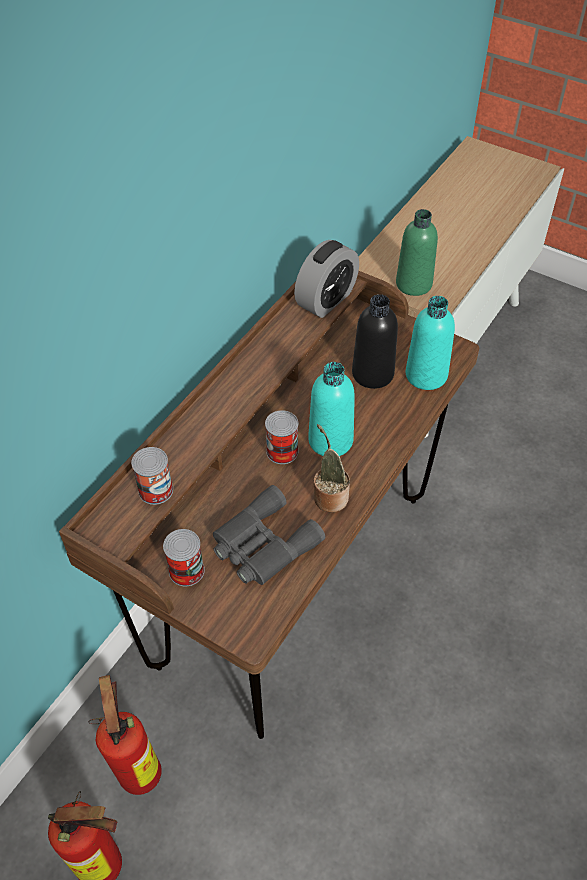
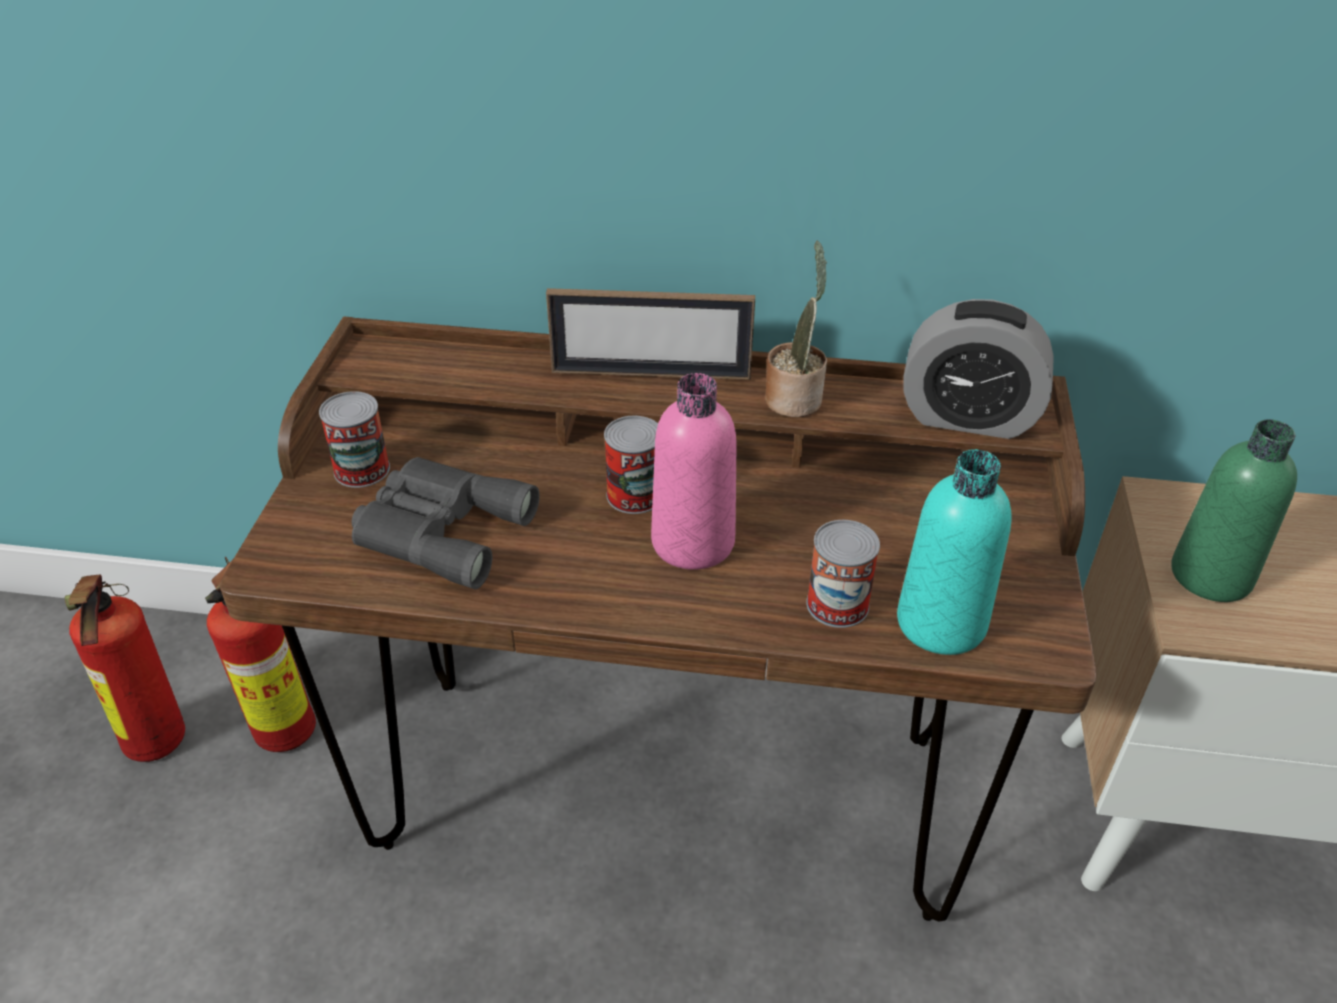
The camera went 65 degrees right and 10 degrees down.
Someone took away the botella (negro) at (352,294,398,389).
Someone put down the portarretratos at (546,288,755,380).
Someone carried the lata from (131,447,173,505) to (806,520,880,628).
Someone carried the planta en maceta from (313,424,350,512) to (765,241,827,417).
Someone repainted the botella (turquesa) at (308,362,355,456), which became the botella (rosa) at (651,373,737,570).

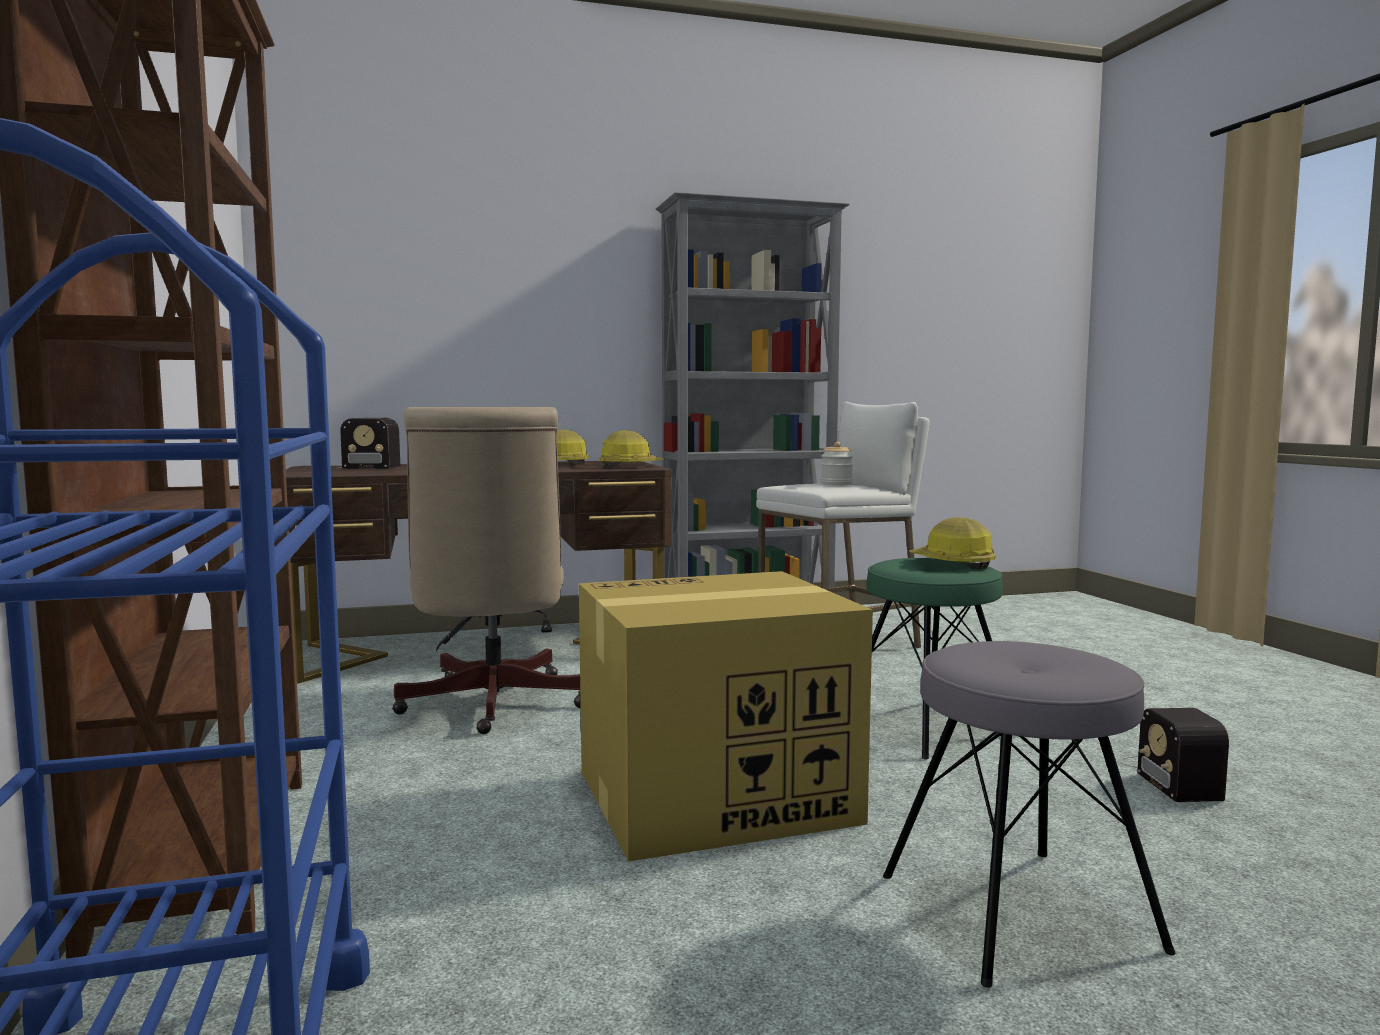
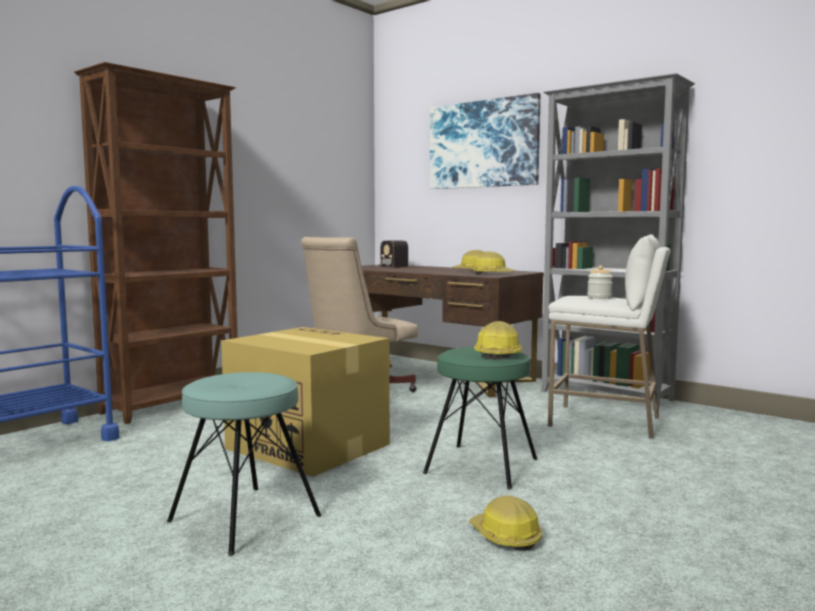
The camera went 55 degrees right and 0 degrees up.
Someone put up the cuadro at (430,93,541,189).
Someone swapped the radio at (1119,708,1229,802) for the casco at (469,495,542,551).
Someone repainted the taburete (gris) at (883,641,1176,988), which became the taburete (turquesa) at (167,372,321,556).

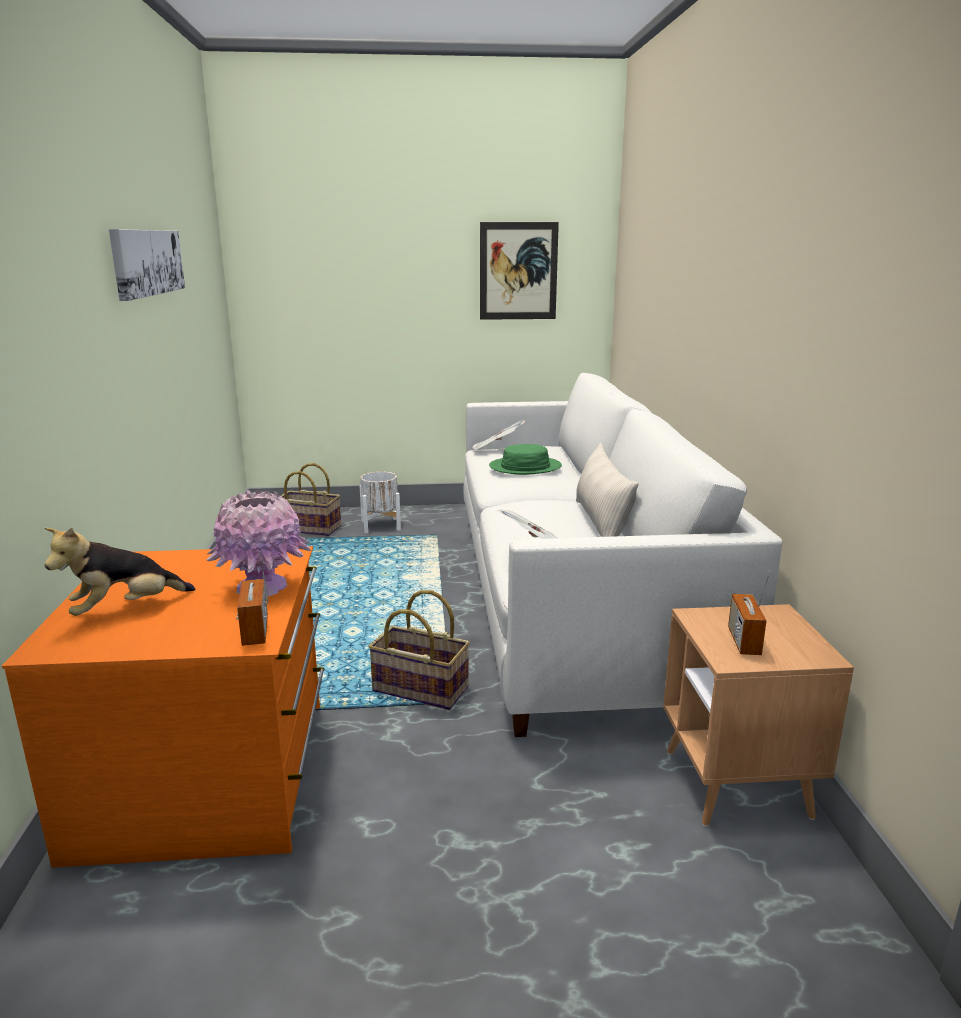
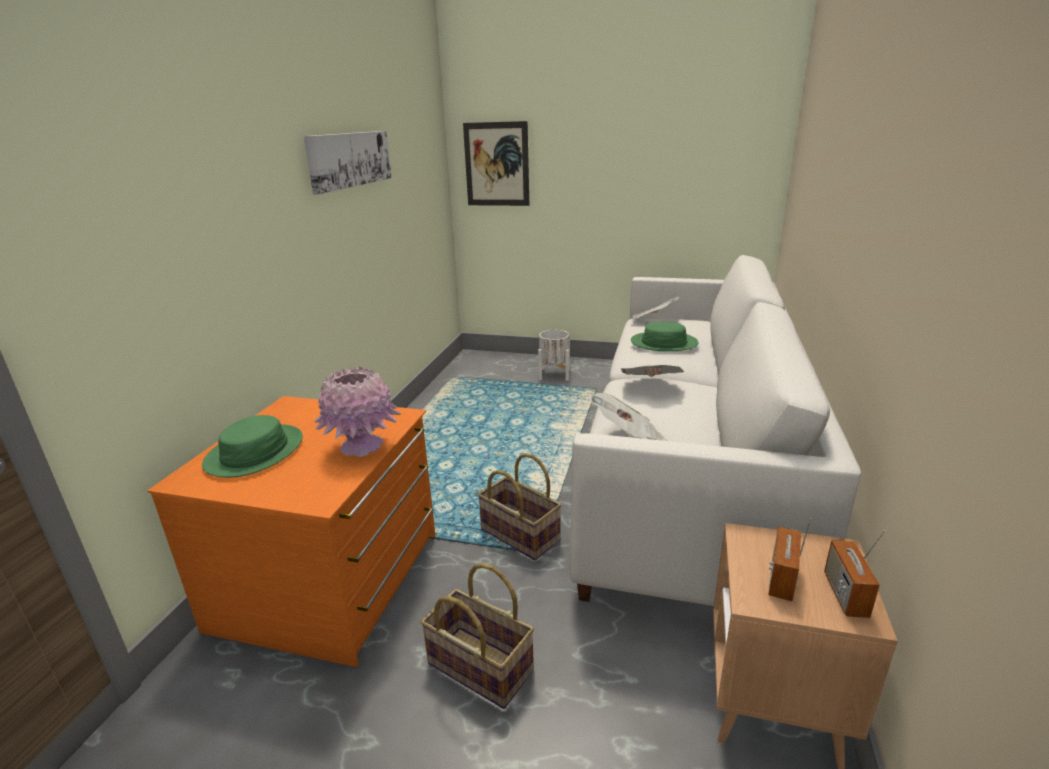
The camera went 20 degrees right and 5 degrees up.
Someone took away the cojín (beis) at (576,443,638,537).
Someone put down the periódico at (620,365,684,377).
Someone carried the radio from (236,551,268,646) to (824,530,886,618).
Someone carried the cesta from (281,463,341,536) to (421,563,534,709).
Someone carried the cuadro from (480,222,559,320) to (463,121,529,206).
Someone swapped the peluche at (44,528,195,616) for the sombrero (verde) at (202,415,303,477).

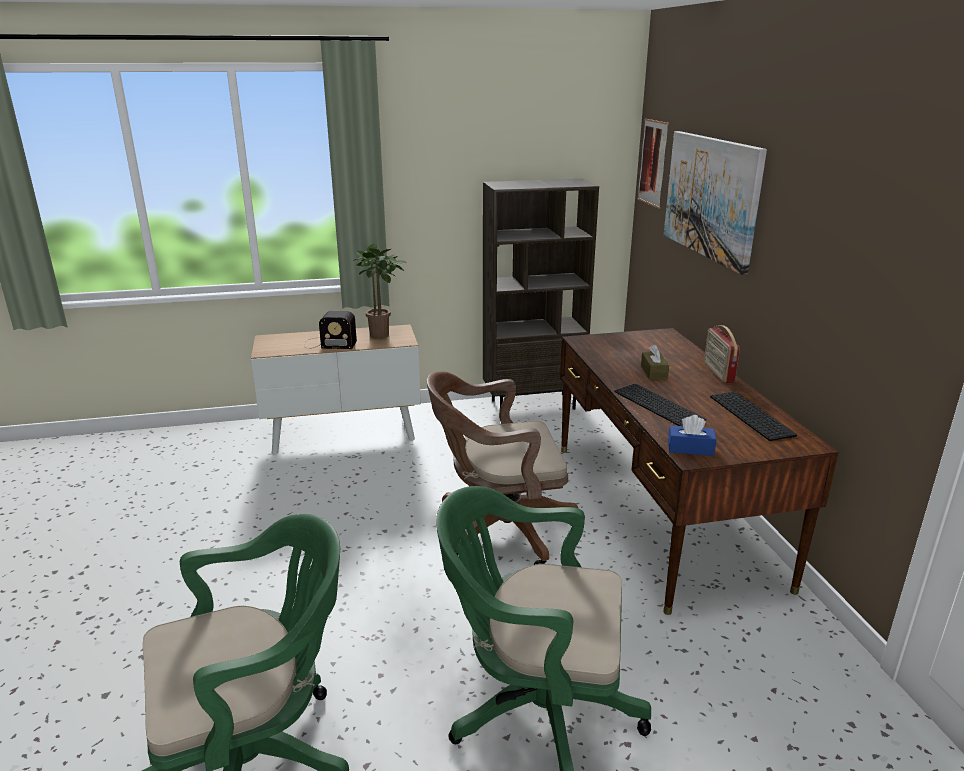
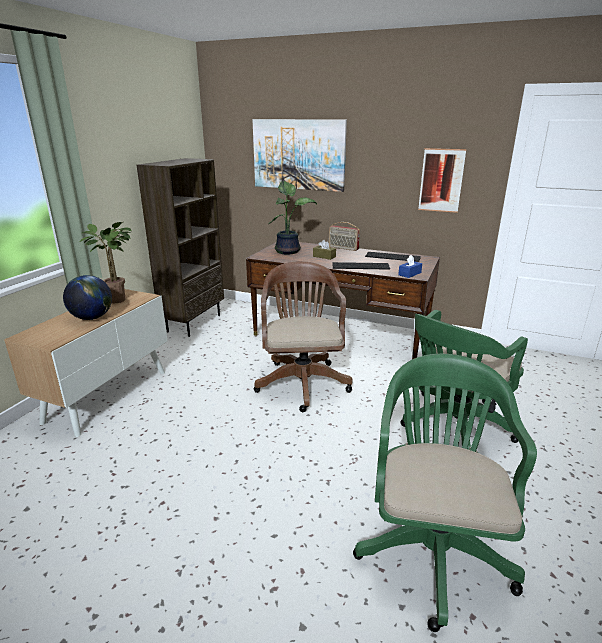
The camera went 55 degrees left and 0 degrees up.
Someone put down the planta en maceta at (268,181,317,255).
Someone carried the cuadro from (638,119,669,209) to (418,148,466,213).
Someone swapped the radio at (304,311,357,349) for the globo terráqueo at (63,275,112,320).
Someone rotated the silla de oficina (marrón) at (426,371,578,565) by 150 degrees clockwise.

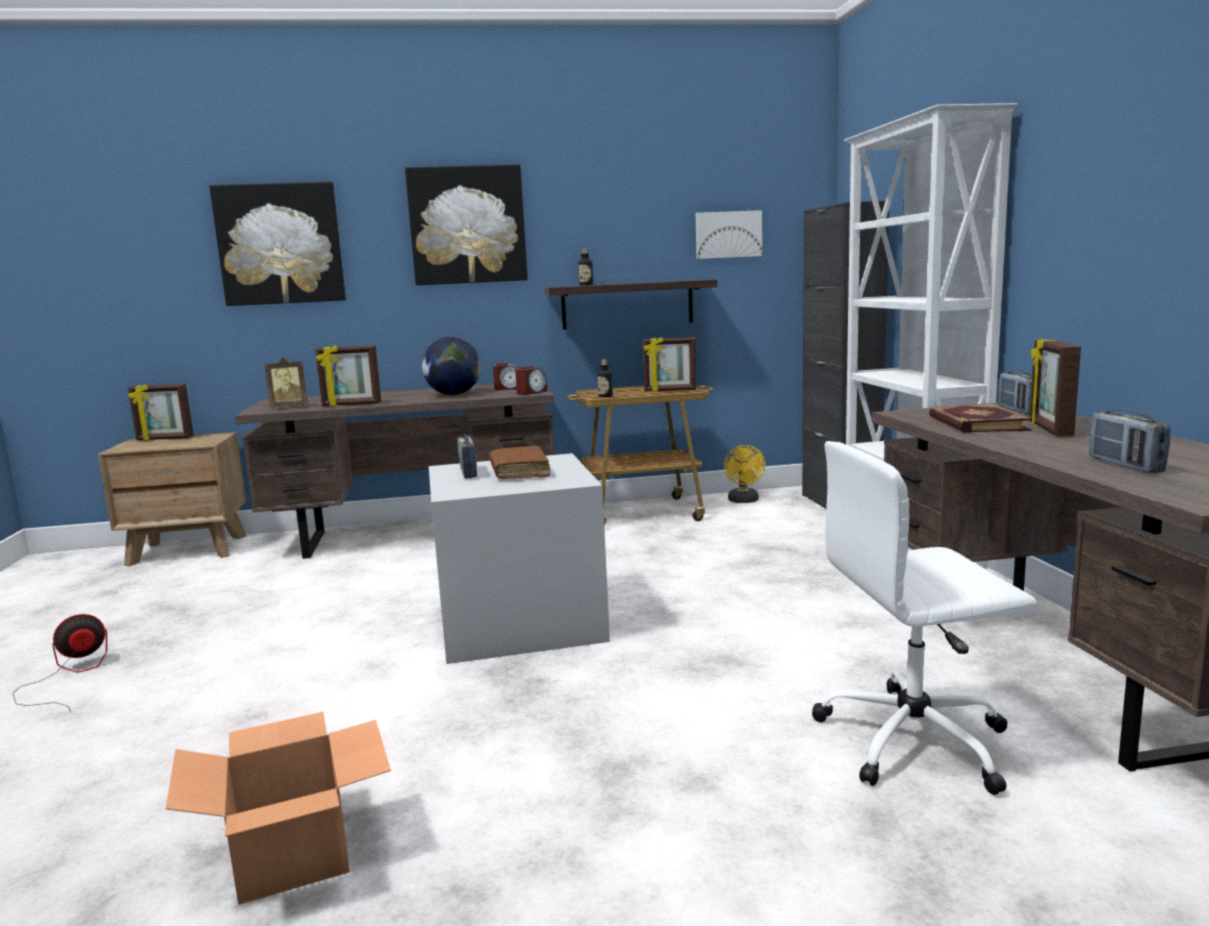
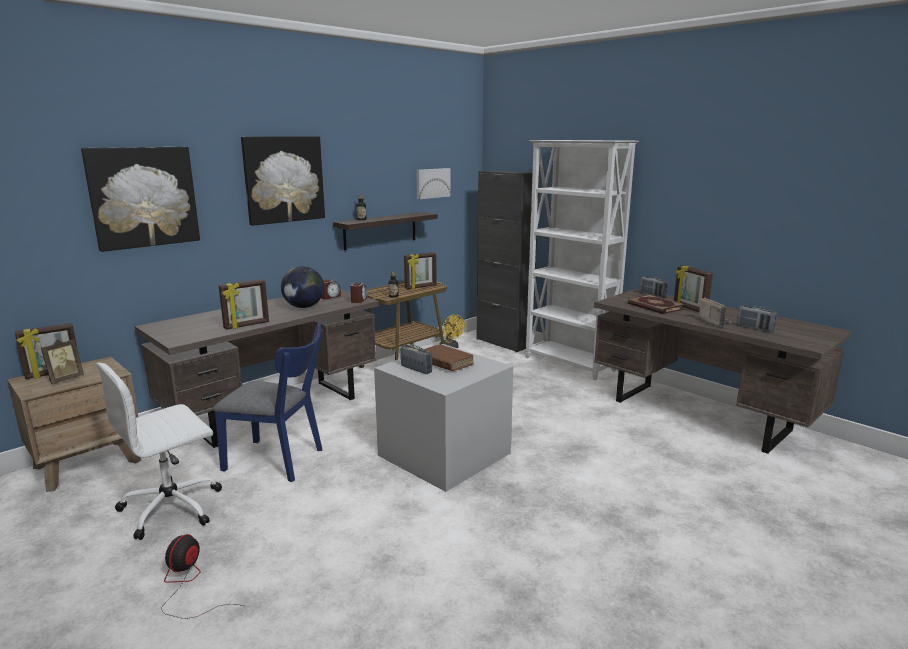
The camera went 35 degrees left and 5 degrees up.
Someone took away the caja de cartón at (166,712,391,905).
Someone put down the silla (azul) at (213,324,323,482).
Someone put down the radio at (699,297,733,327).
Someone carried the portarretratos from (265,357,308,408) to (41,339,84,384).
Someone carried the silla de oficina (blanco) from (811,441,1037,795) to (96,363,222,540).

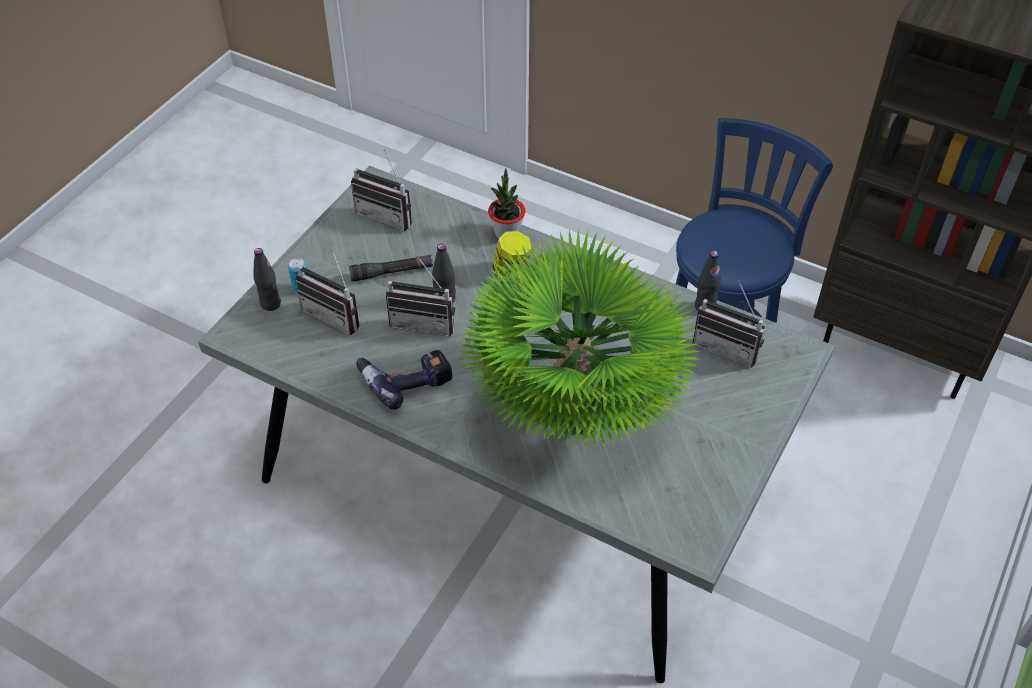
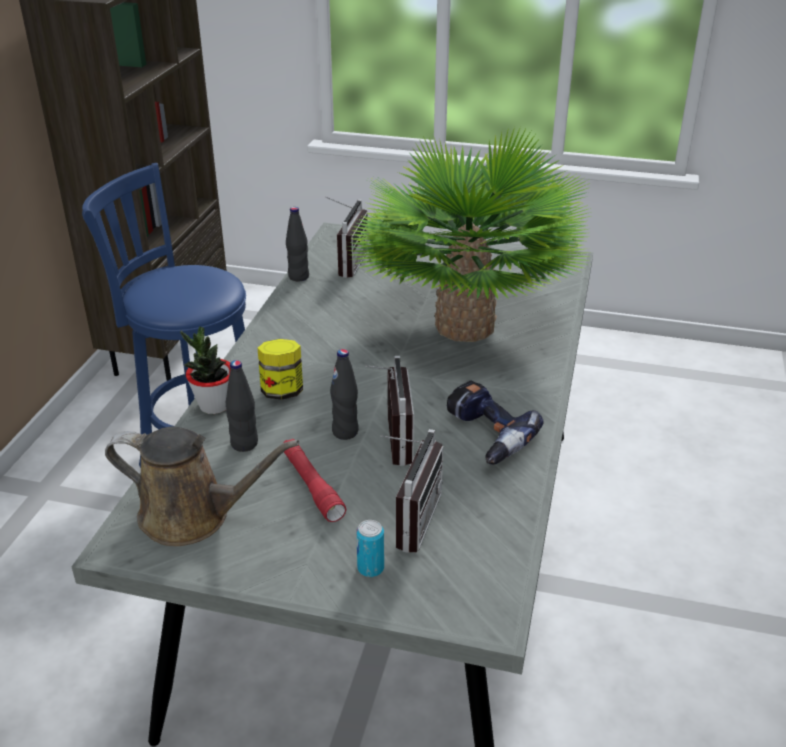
The camera went 105 degrees left and 15 degrees down.
Someone carried the botella (negro) from (253,248,281,311) to (226,360,258,452).
Someone swapped the radio at (351,149,412,231) for the regadera (marrón) at (105,427,299,546).
Someone repainted the linterna (negro) at (349,255,433,281), which became the linterna (rojo) at (284,439,346,522).

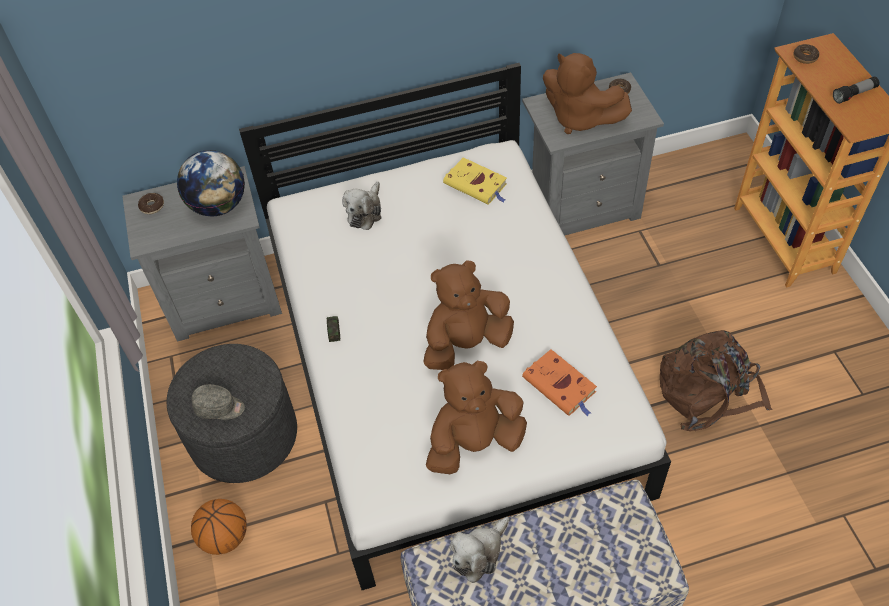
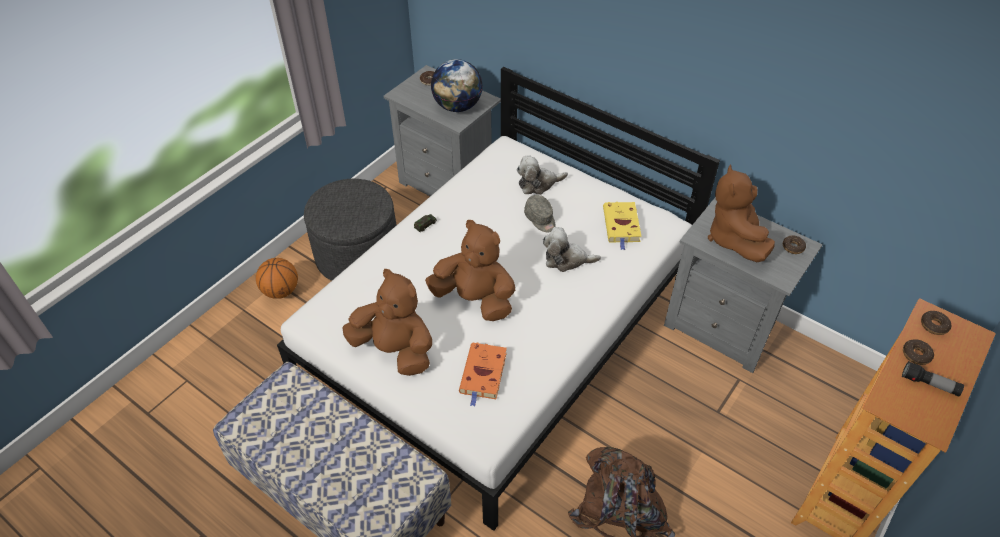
The camera went 50 degrees right and 5 degrees down.
Someone put down the rosquilla at (903,339,934,365).
Someone carried the gorra (gris) from (191,384,245,420) to (524,195,556,232).
Someone carried the peluche from (450,517,509,583) to (543,227,601,272).

